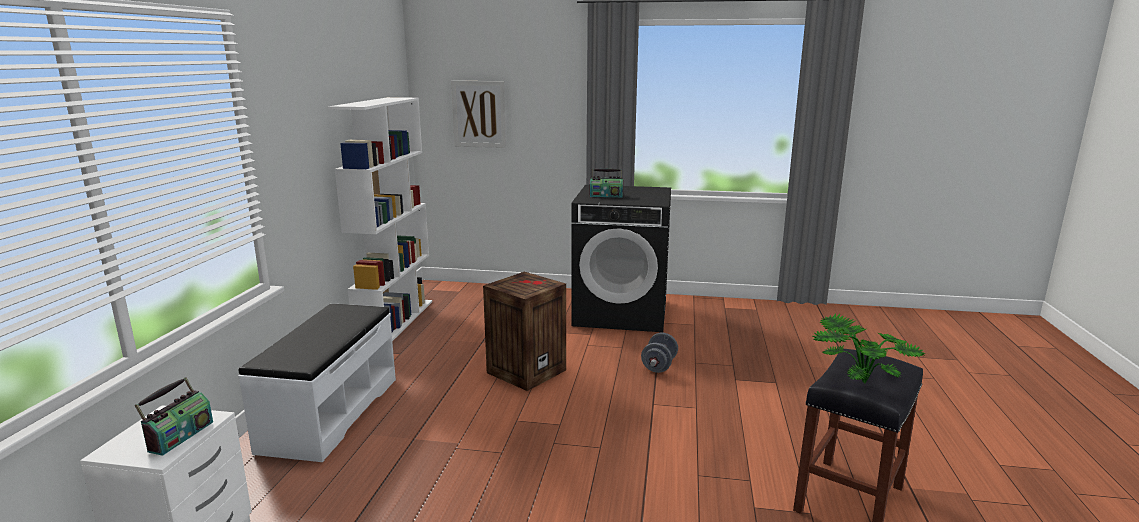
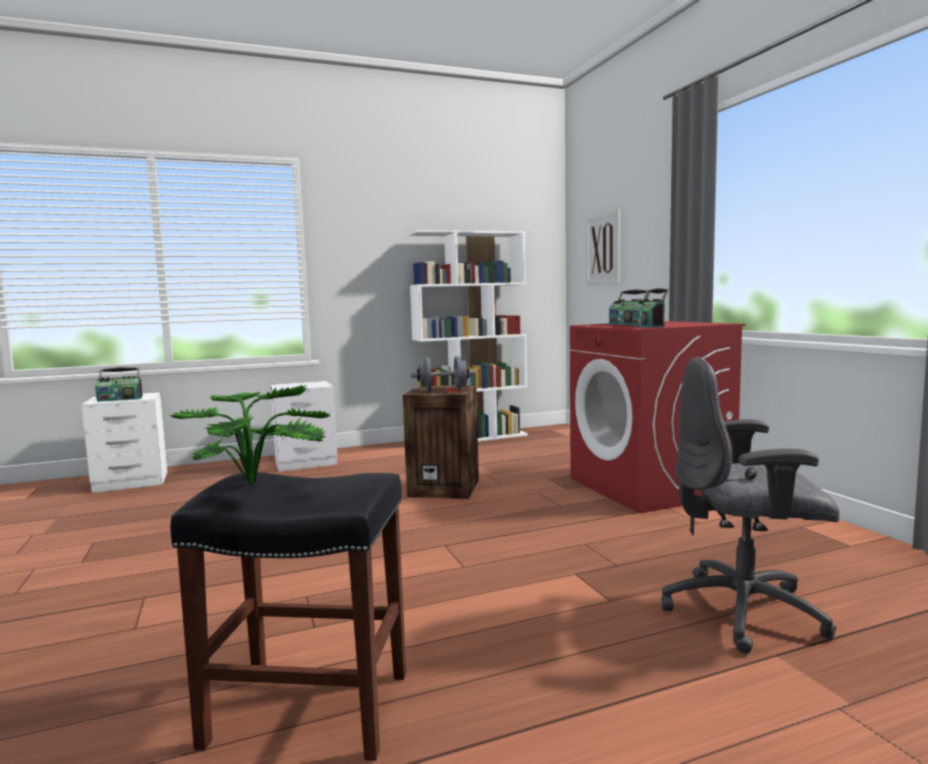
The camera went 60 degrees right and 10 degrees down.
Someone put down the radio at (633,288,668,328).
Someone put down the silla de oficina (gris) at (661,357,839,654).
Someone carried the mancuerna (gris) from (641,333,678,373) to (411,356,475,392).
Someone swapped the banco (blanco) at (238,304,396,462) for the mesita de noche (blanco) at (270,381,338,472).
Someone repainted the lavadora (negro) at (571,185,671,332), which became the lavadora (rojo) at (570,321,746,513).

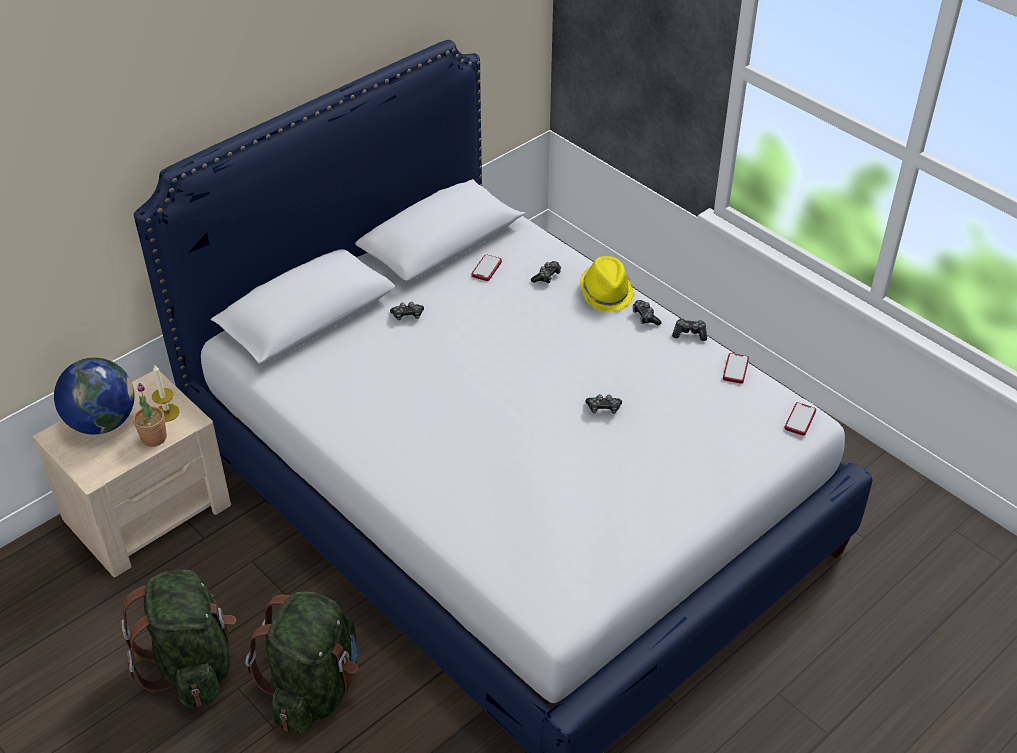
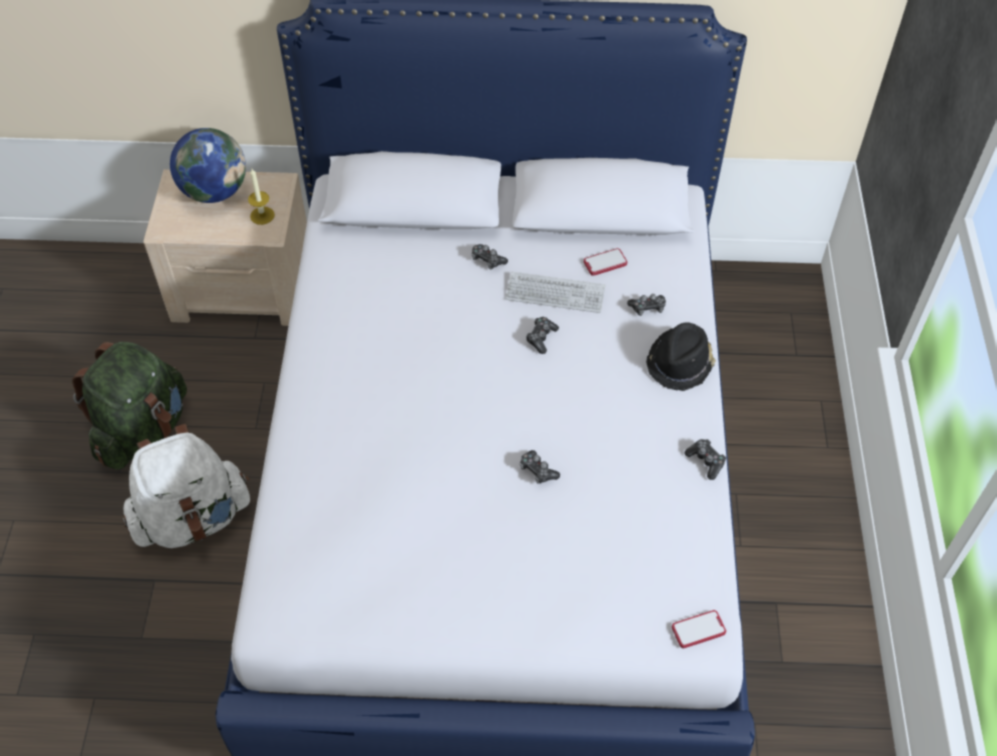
The camera went 45 degrees right and 10 degrees up.
Someone took away the planta en maceta at (133,383,167,447).
Someone took away the móvil at (723,353,749,383).
Someone put down the teclado at (506,272,605,313).
Someone carried the mando de consola from (632,300,662,326) to (526,317,559,354).
Someone repainted the mochila (verde) at (245,591,358,734), which became the mochila (blanco) at (123,424,250,548).
Someone repainted the sombrero (amarillo) at (580,256,634,312), which became the sombrero (negro) at (646,322,716,391).

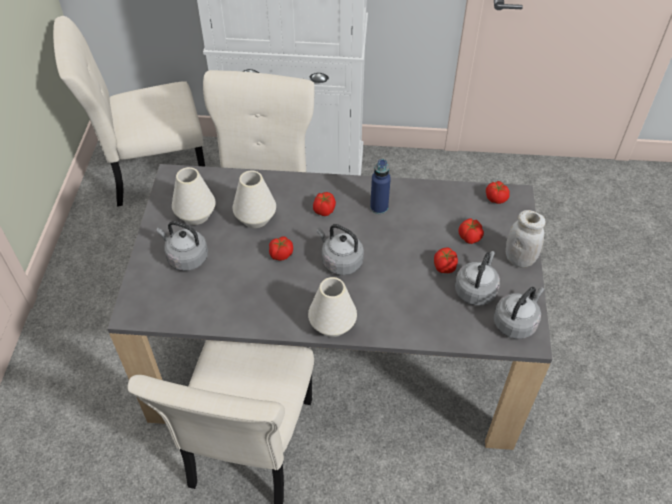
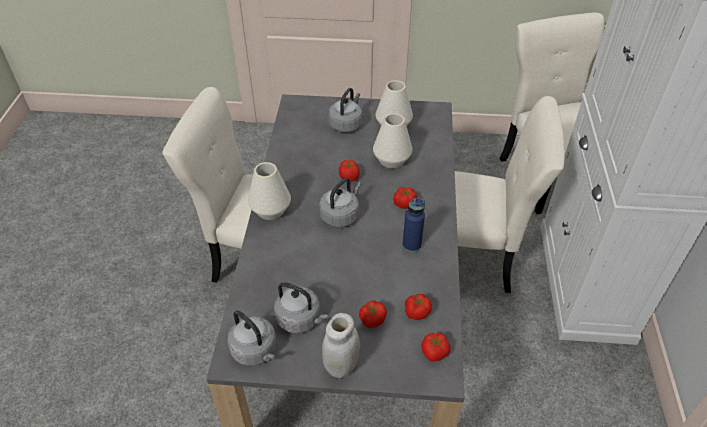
The camera went 90 degrees right and 5 degrees down.
Someone carried the tomate from (434,247,458,273) to (405,294,432,320).

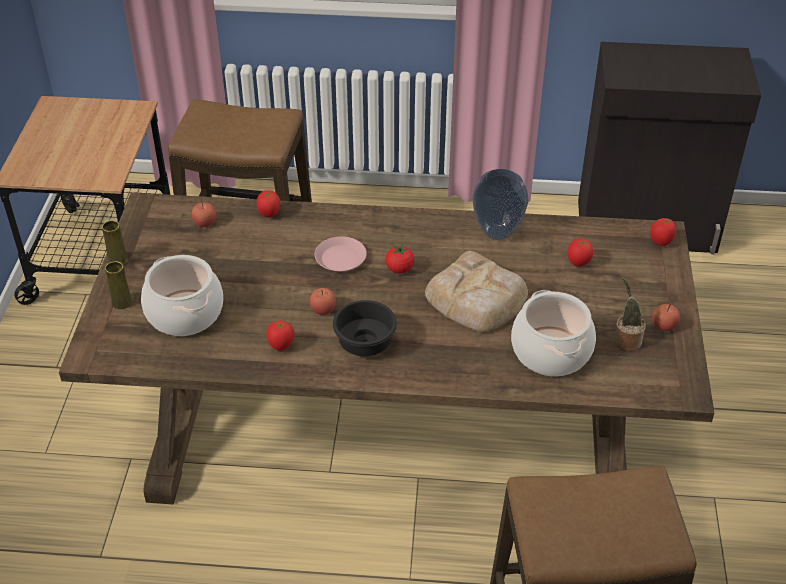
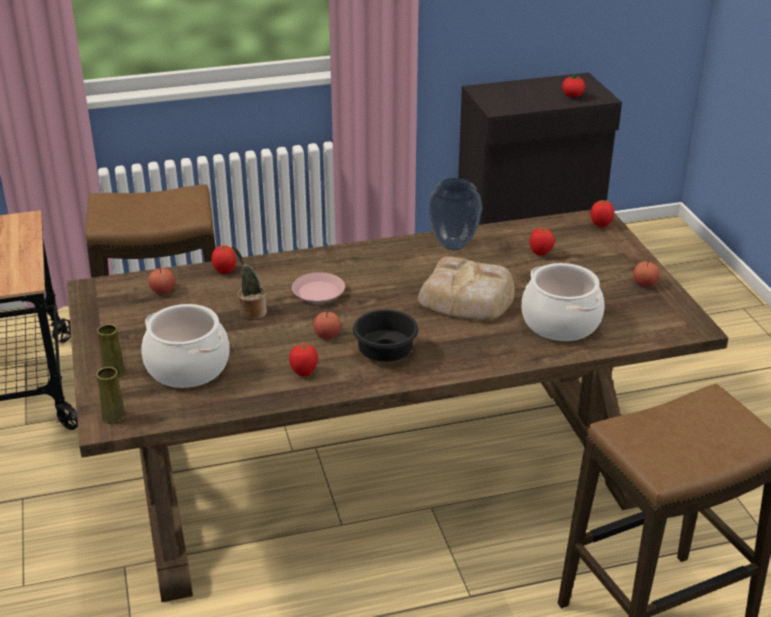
The camera went 20 degrees left and 10 degrees down.
Someone carried the florero (amarillo) from (102,220,128,266) to (96,367,126,424).
Someone carried the tomate from (385,244,414,273) to (562,74,585,98).
Someone carried the planta en maceta from (614,278,646,351) to (232,245,267,320).

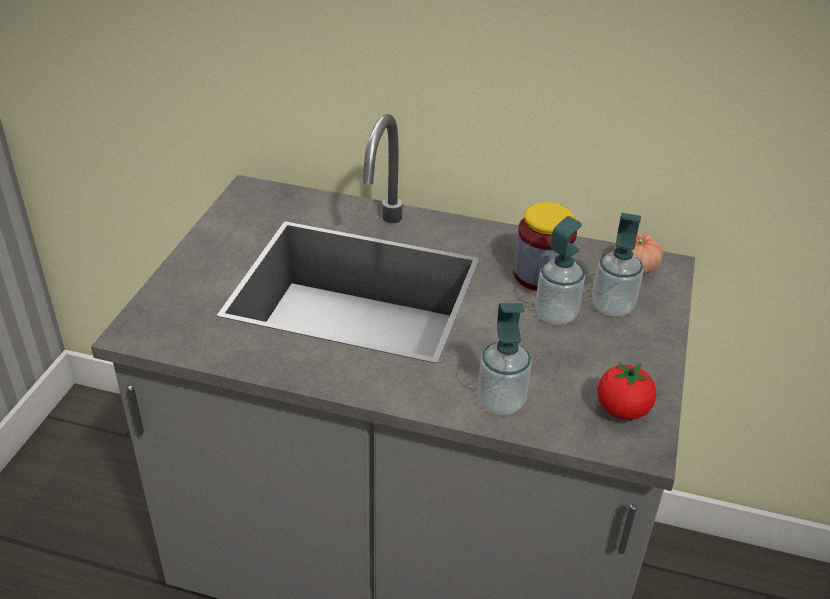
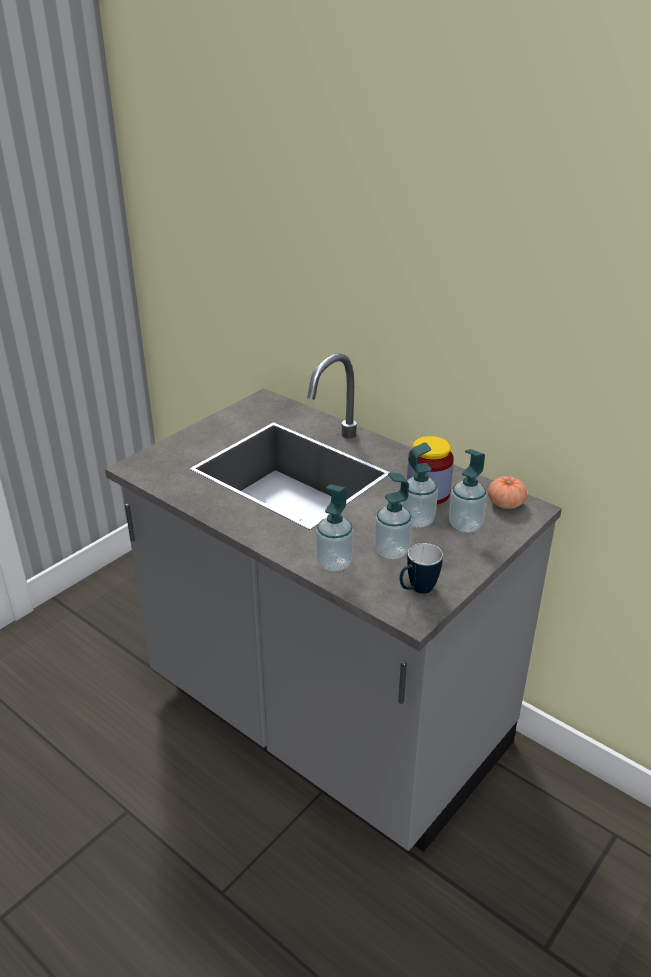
The camera went 25 degrees right and 5 degrees down.
Someone put down the dispensador de jabón at (374,472,412,559).
Someone swapped the tomate at (597,362,657,420) for the taza grande at (399,543,443,594).

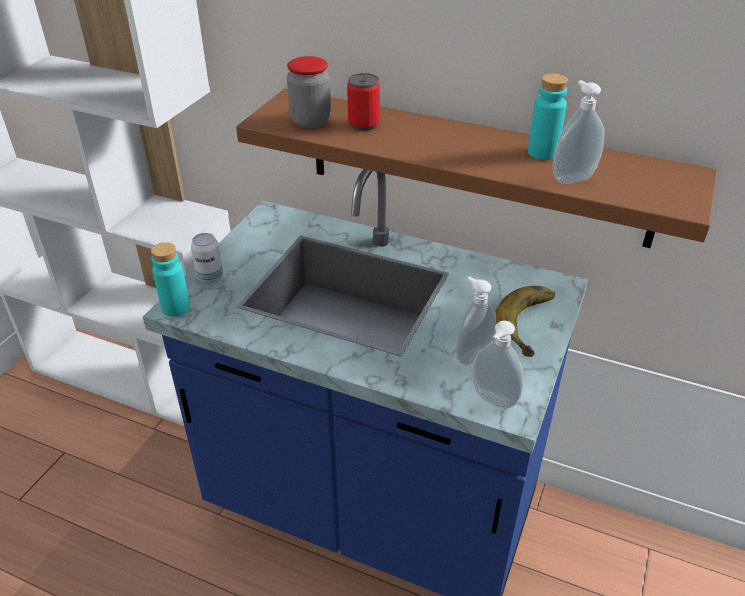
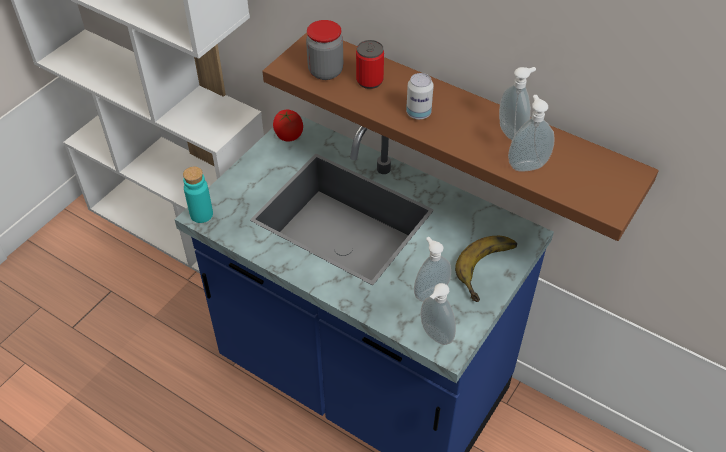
The camera went 10 degrees right and 10 degrees up.
Someone put down the tomate at (273,110,303,142).
Someone carried the lata from (191,233,223,282) to (406,73,434,120).
Someone swapped the botella (turquesa) at (528,73,568,160) for the dispensador de jabón at (499,67,536,140).

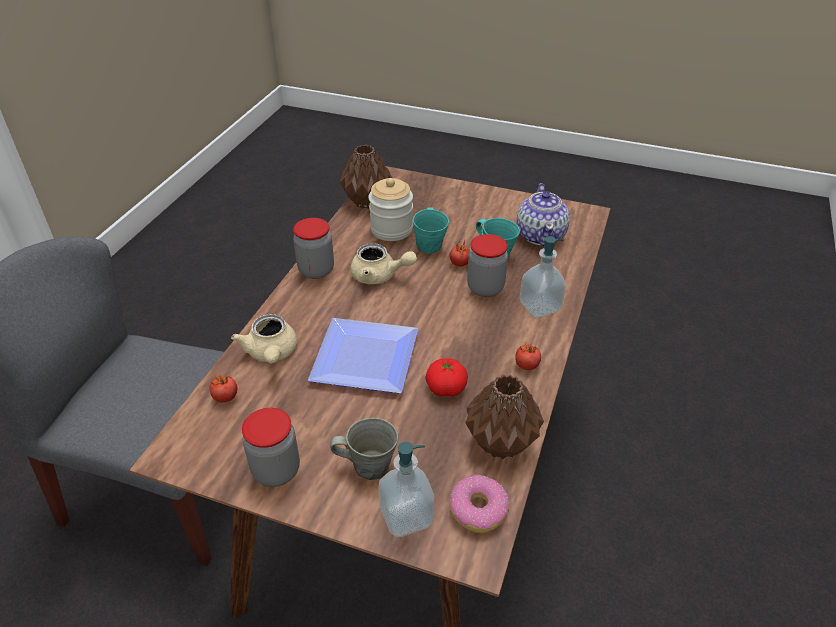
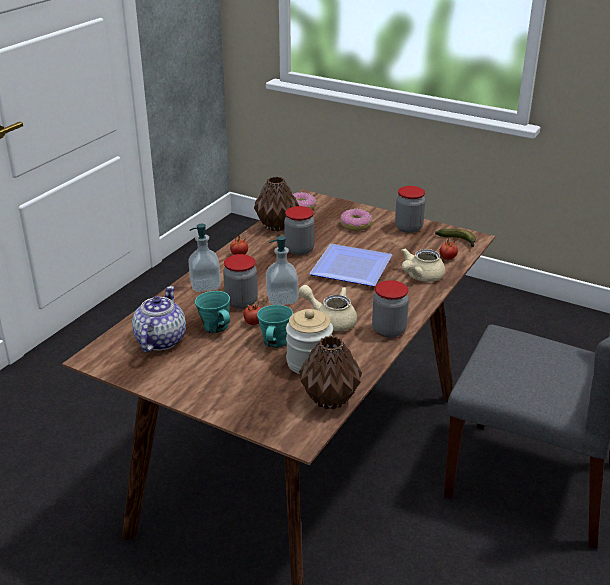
The camera went 170 degrees left and 10 degrees down.
Someone put down the plátano at (435,229,476,247).
Someone carried the dispensador de jabón from (378,442,434,537) to (266,236,298,305).
Someone swapped the taza grande (gris) at (330,418,398,480) for the rosquilla at (340,209,372,231).
Someone swapped the tomate at (426,358,468,396) for the tarro at (284,206,315,255).
Someone rotated the tetera (beis) at (231,314,297,363) by 135 degrees counterclockwise.

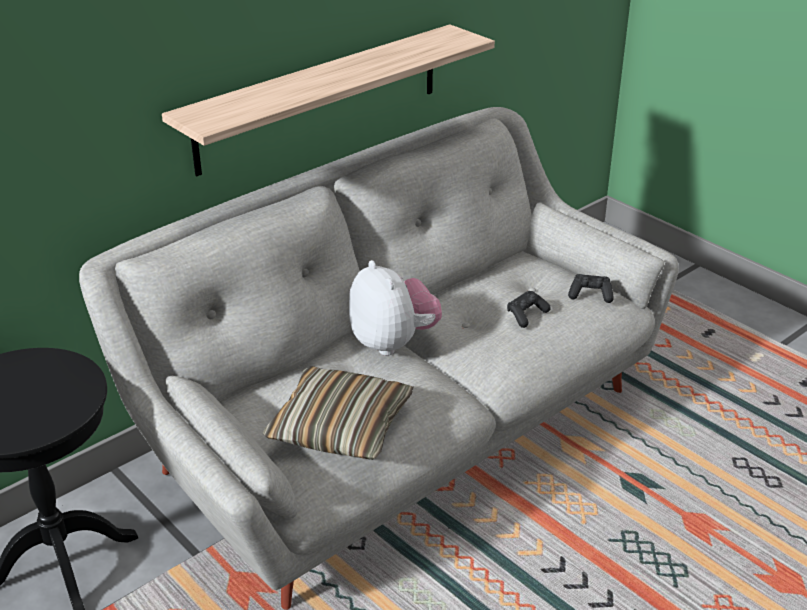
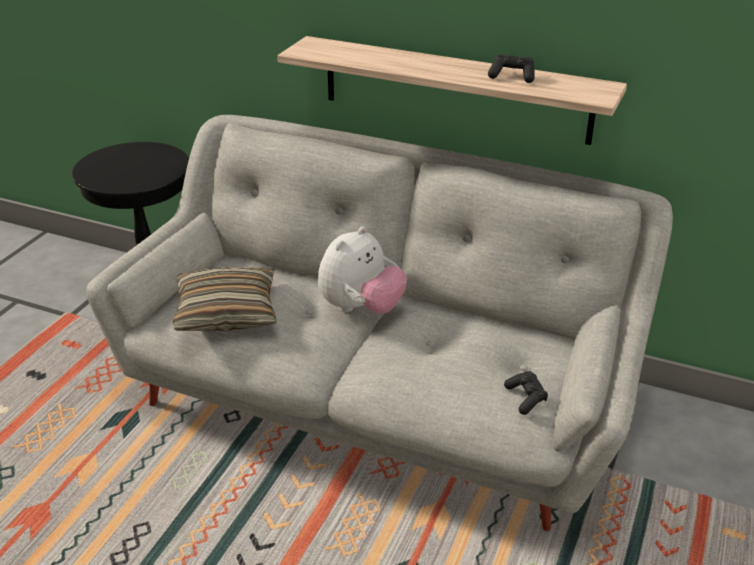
The camera went 65 degrees right and 0 degrees up.
Someone carried the mando de consola (negro) from (507,291,551,328) to (488,54,535,83).

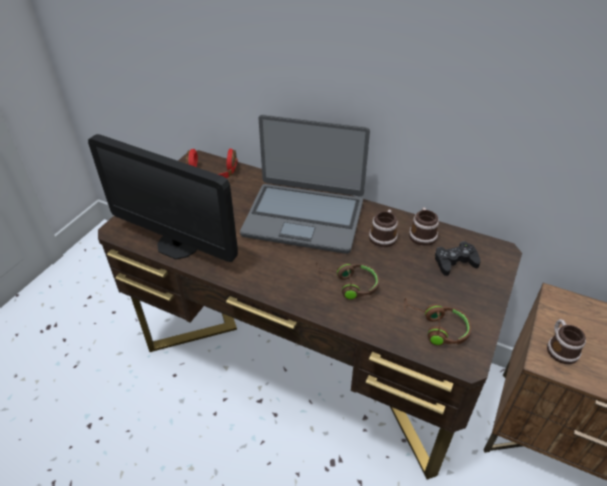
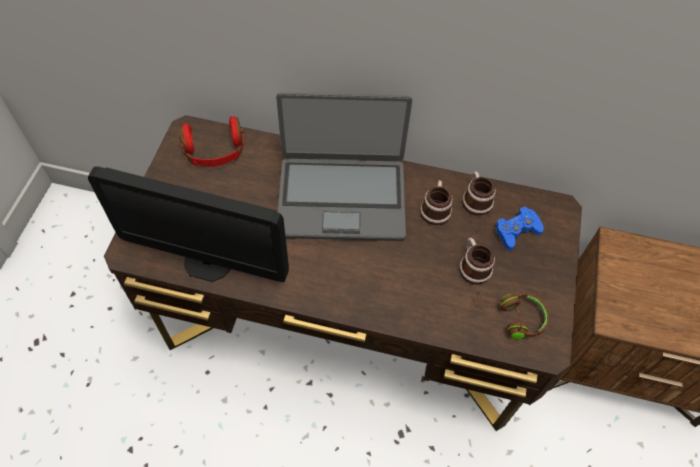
The camera went 15 degrees left and 15 degrees up.
Someone took away the auriculares (marrón) at (316,262,379,300).
Someone carried the taza grande from (547,319,586,364) to (459,238,495,285).
Someone repainted the mando de consola (negro) at (435,241,481,276), which became the mando de consola (azul) at (495,207,544,251).

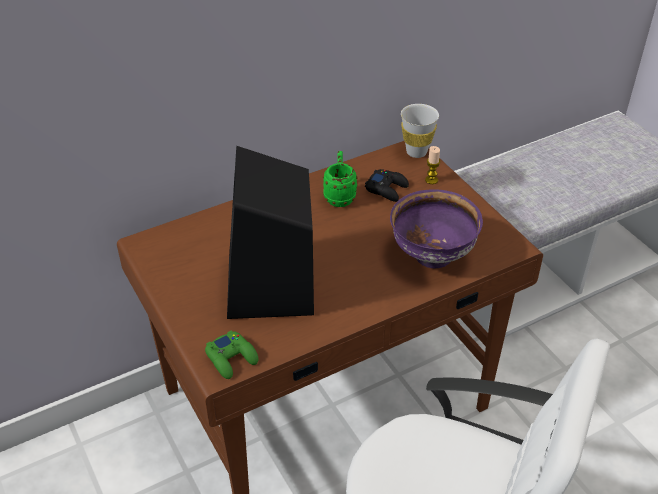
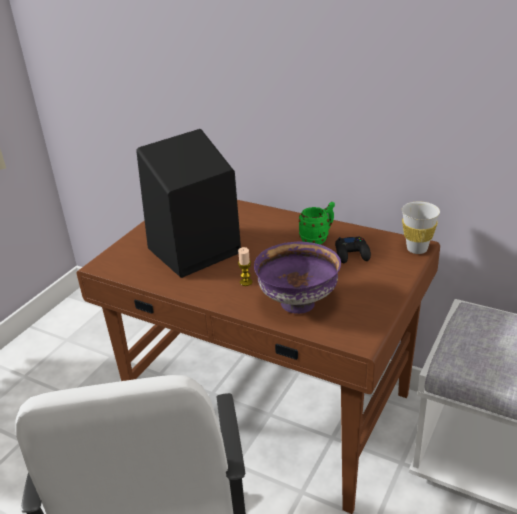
The camera went 60 degrees right and 10 degrees down.
Someone took away the mando de consola (verde) at (205,331,258,379).
Someone carried the vela from (425,146,440,184) to (238,247,253,286).

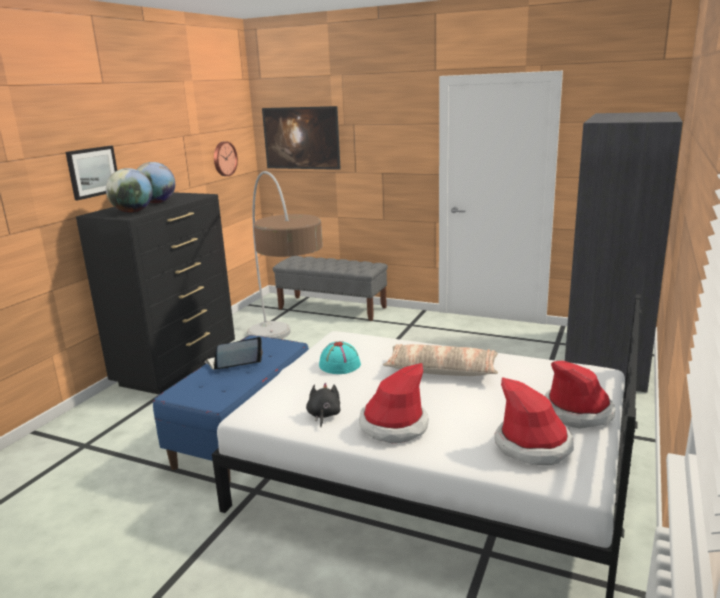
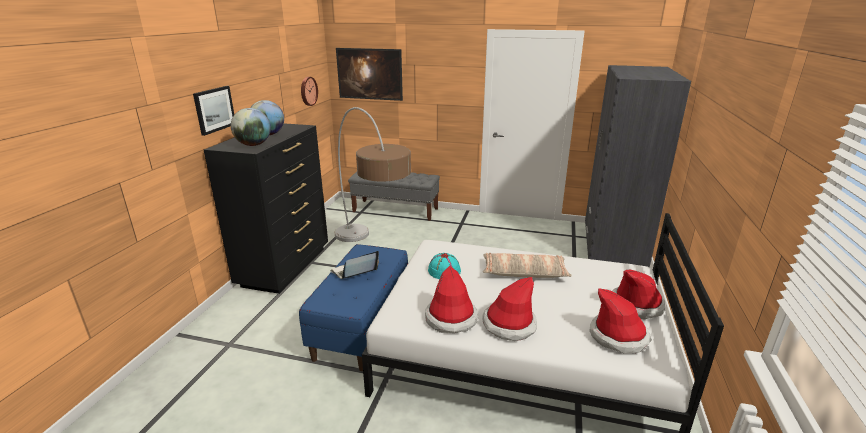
The camera went 10 degrees left and 5 degrees up.
Someone swapped the peluche (negro) at (306,383,341,427) for the sombrero at (425,266,478,333).

